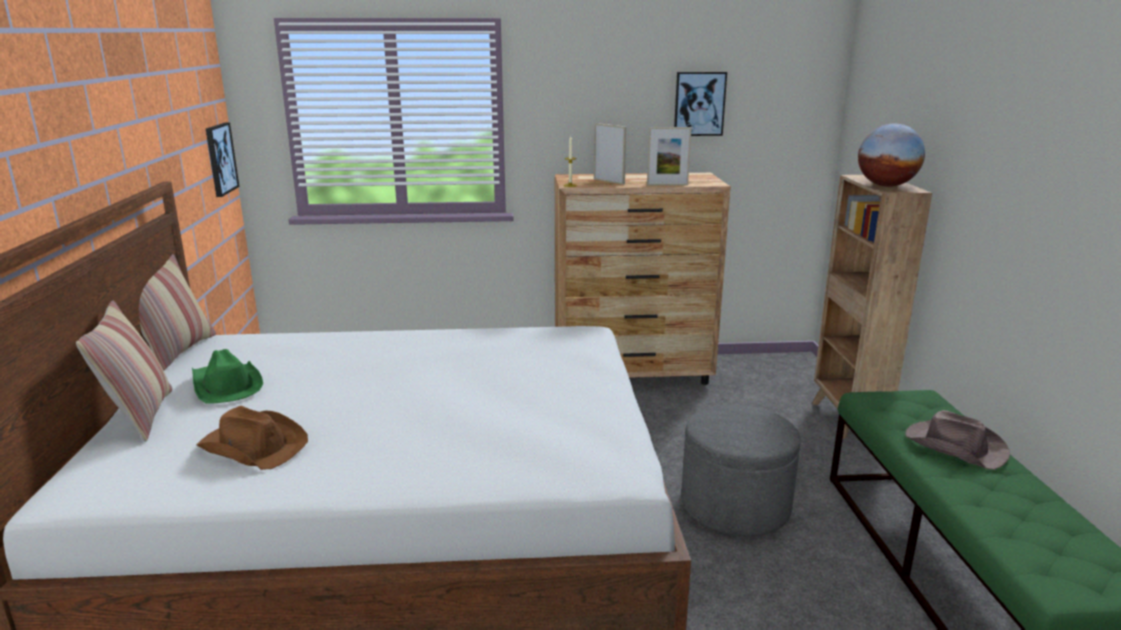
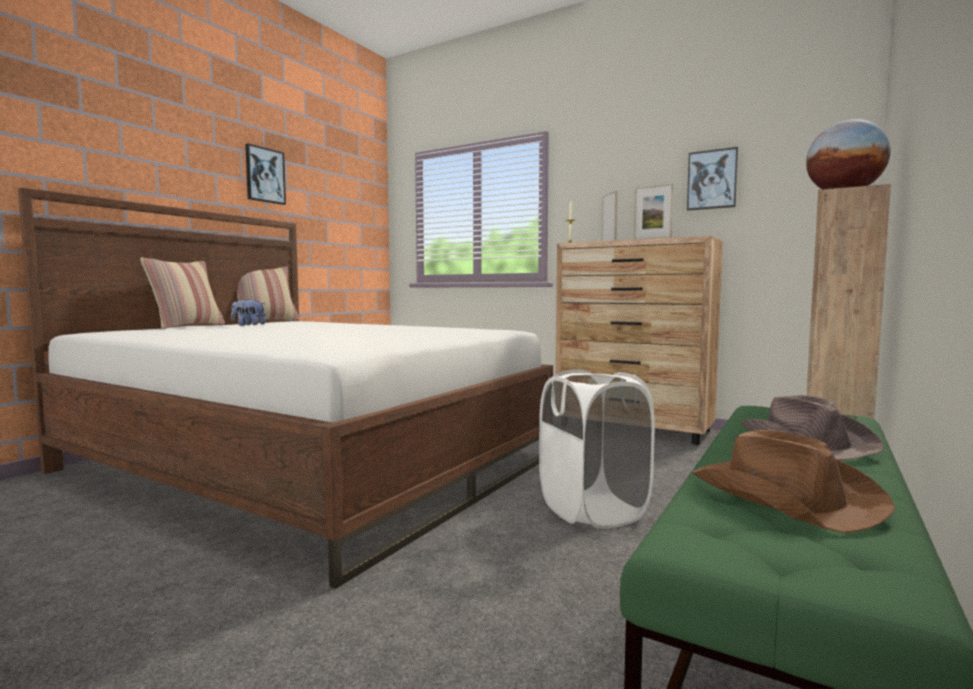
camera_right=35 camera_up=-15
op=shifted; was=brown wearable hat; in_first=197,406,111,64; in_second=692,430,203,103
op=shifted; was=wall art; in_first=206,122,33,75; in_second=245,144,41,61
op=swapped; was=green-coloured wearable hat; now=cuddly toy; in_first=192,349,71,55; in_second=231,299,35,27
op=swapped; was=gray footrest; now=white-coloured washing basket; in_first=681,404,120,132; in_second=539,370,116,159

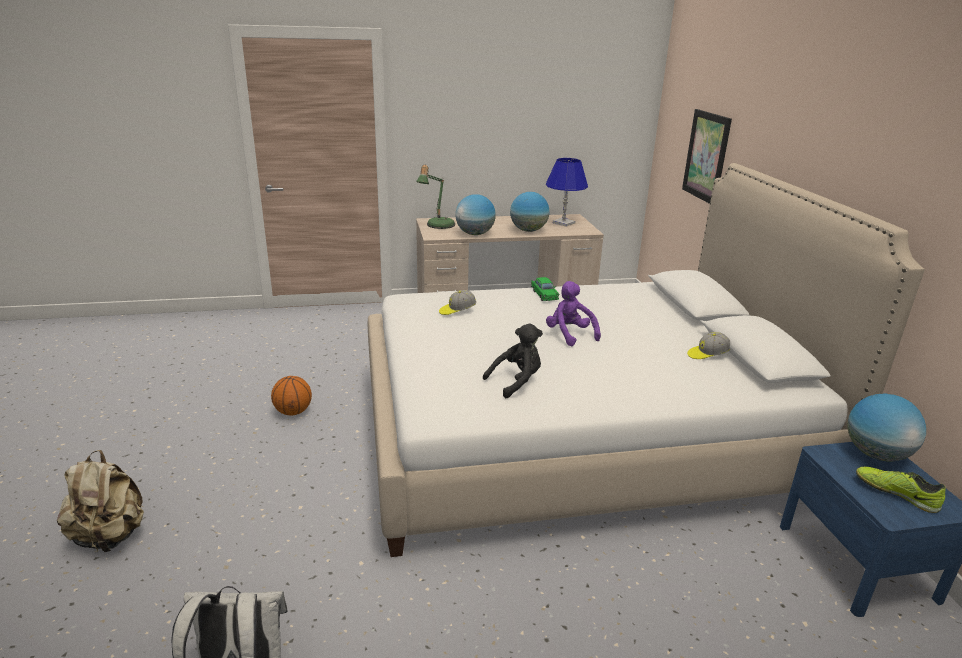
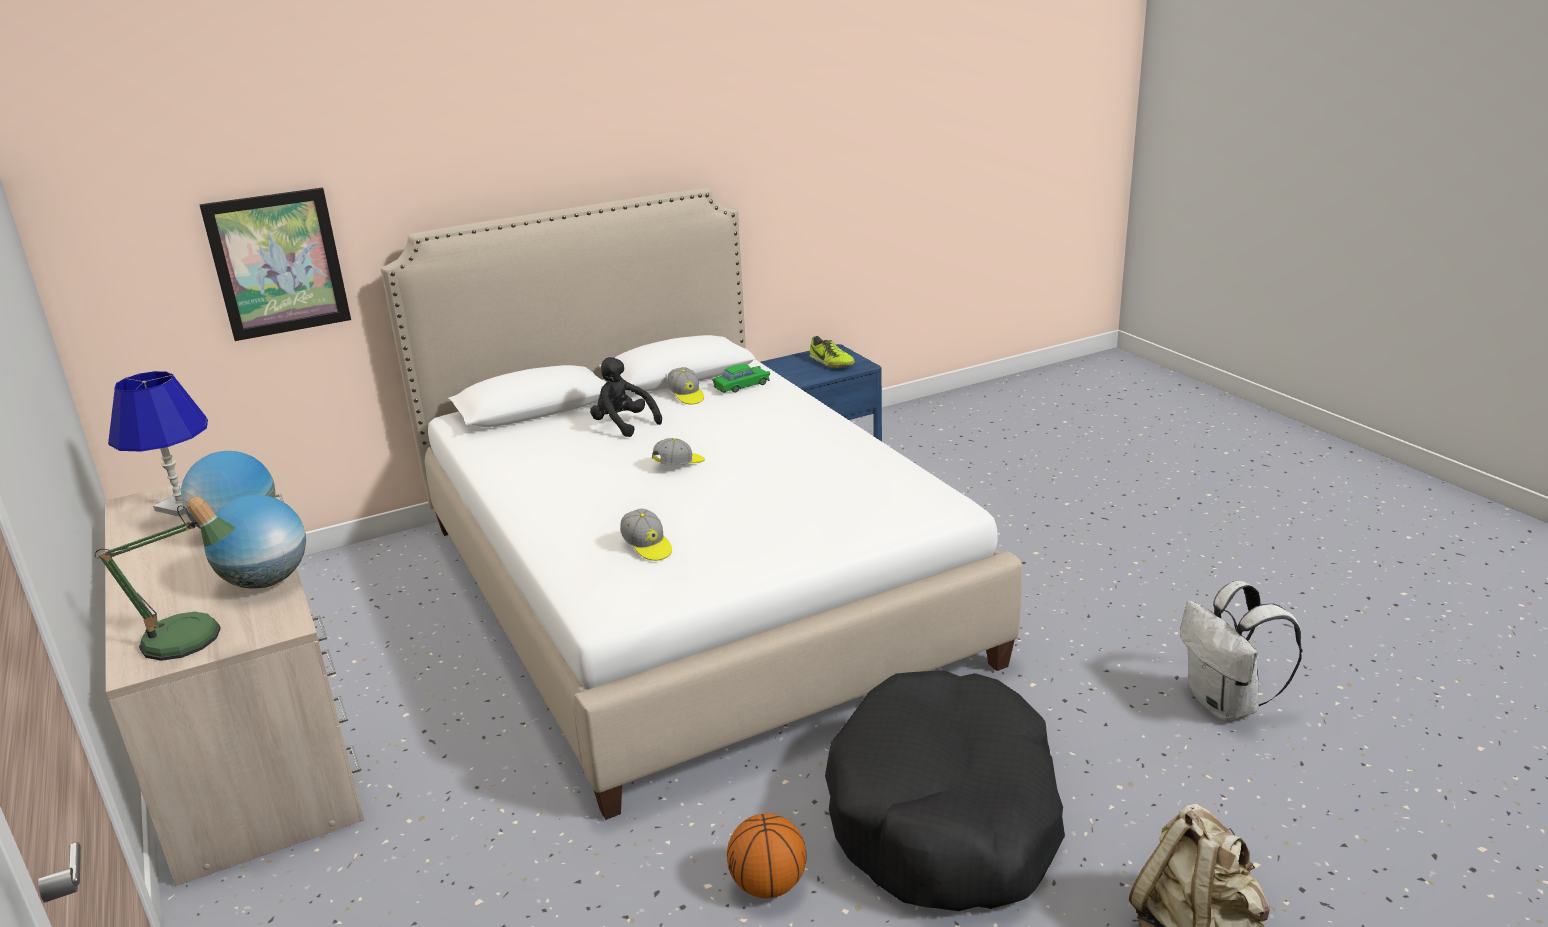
camera_right=-105 camera_up=0
op=gone; was=world globe; in_first=847,394,79,68
op=new; now=black pet bed; in_second=825,670,240,241
op=shifted; was=black cuddly toy; in_first=483,324,60,74; in_second=590,357,72,80
op=shifted; was=green-coloured model car; in_first=531,277,28,24; in_second=713,364,57,29
op=swapped; was=purple-coloured cuddly toy; now=cap; in_first=546,281,55,65; in_second=652,438,53,27
op=rotated; was=low shoe; in_first=856,467,90,46; in_second=809,336,46,31; clockwise=-60

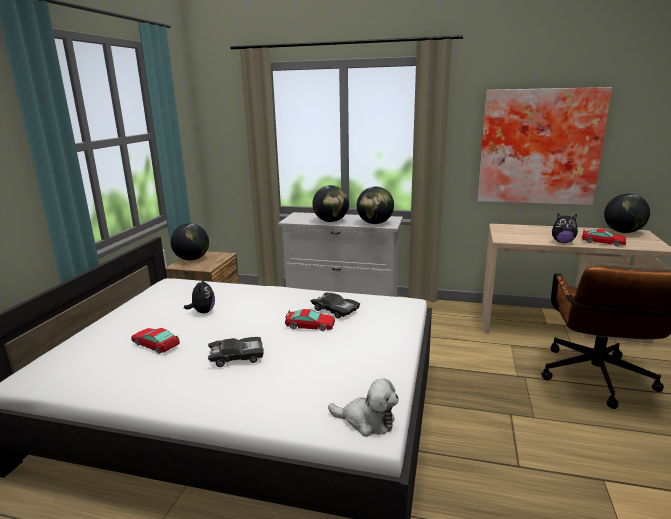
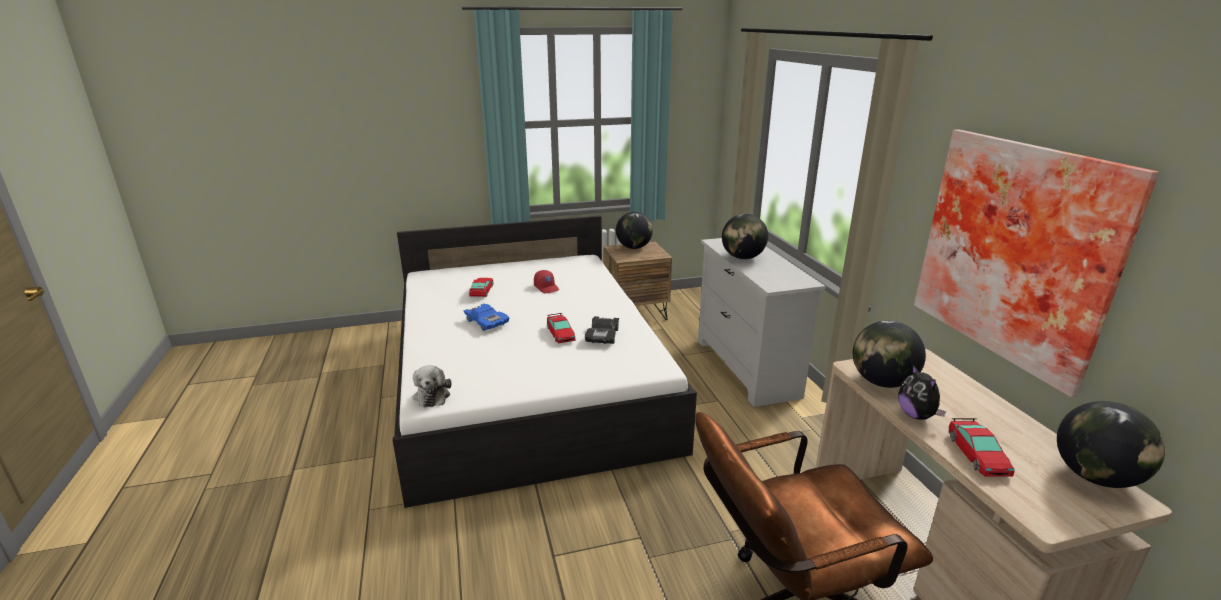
camera_right=60 camera_up=5
op=shifted; was=world globe; in_first=357,187,37,37; in_second=853,321,73,67
op=swapped; was=cuddly toy; now=red cap; in_first=184,277,31,37; in_second=534,270,25,23
op=repainted; was=black model car; now=blue model car; in_first=208,337,56,30; in_second=463,304,46,27

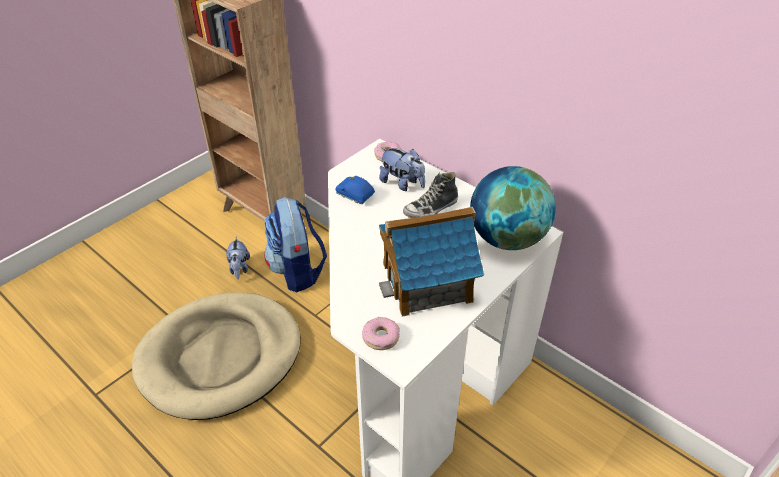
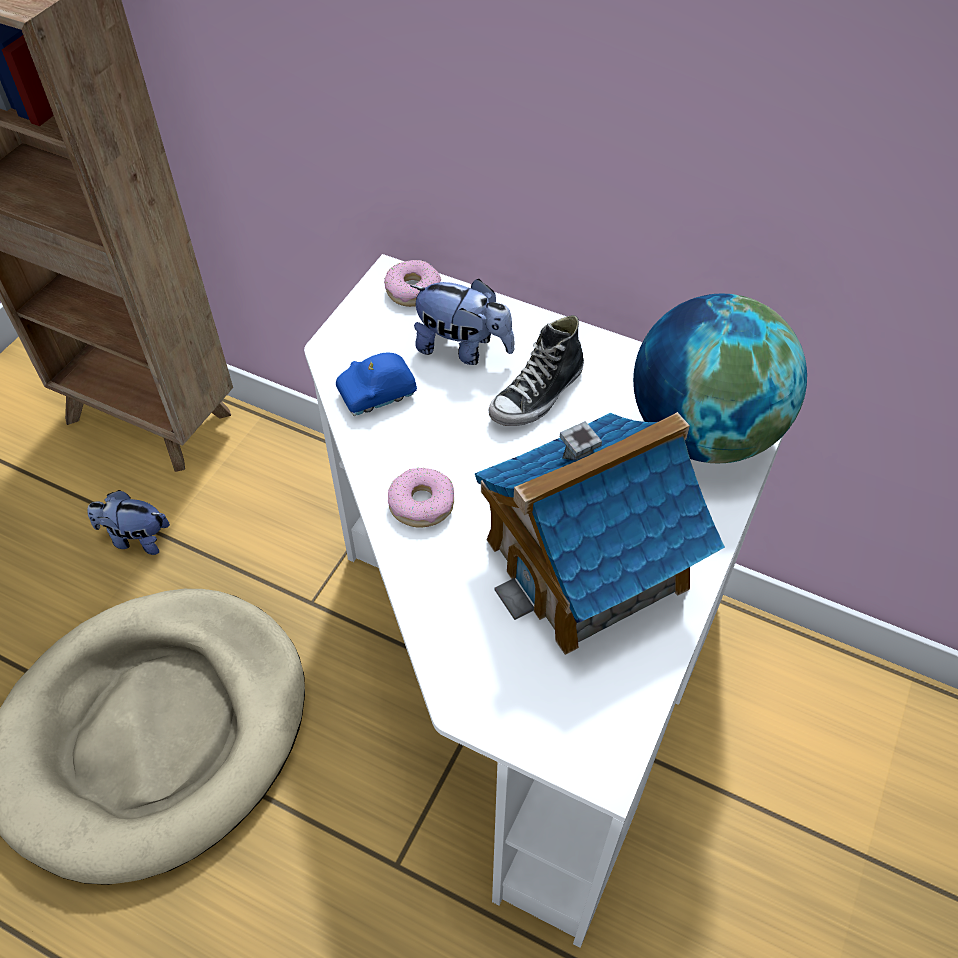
camera_right=-15 camera_up=10
op=gone; was=rucksack; in_first=264,196,63,96
op=shifted; was=donut; in_first=362,317,38,33; in_second=388,468,66,60
op=rotated; was=cuddly toy; in_first=226,236,24,43; in_second=87,490,83,65; clockwise=120
op=rotated; was=blue model car; in_first=336,176,39,28; in_second=336,352,81,64; clockwise=-45

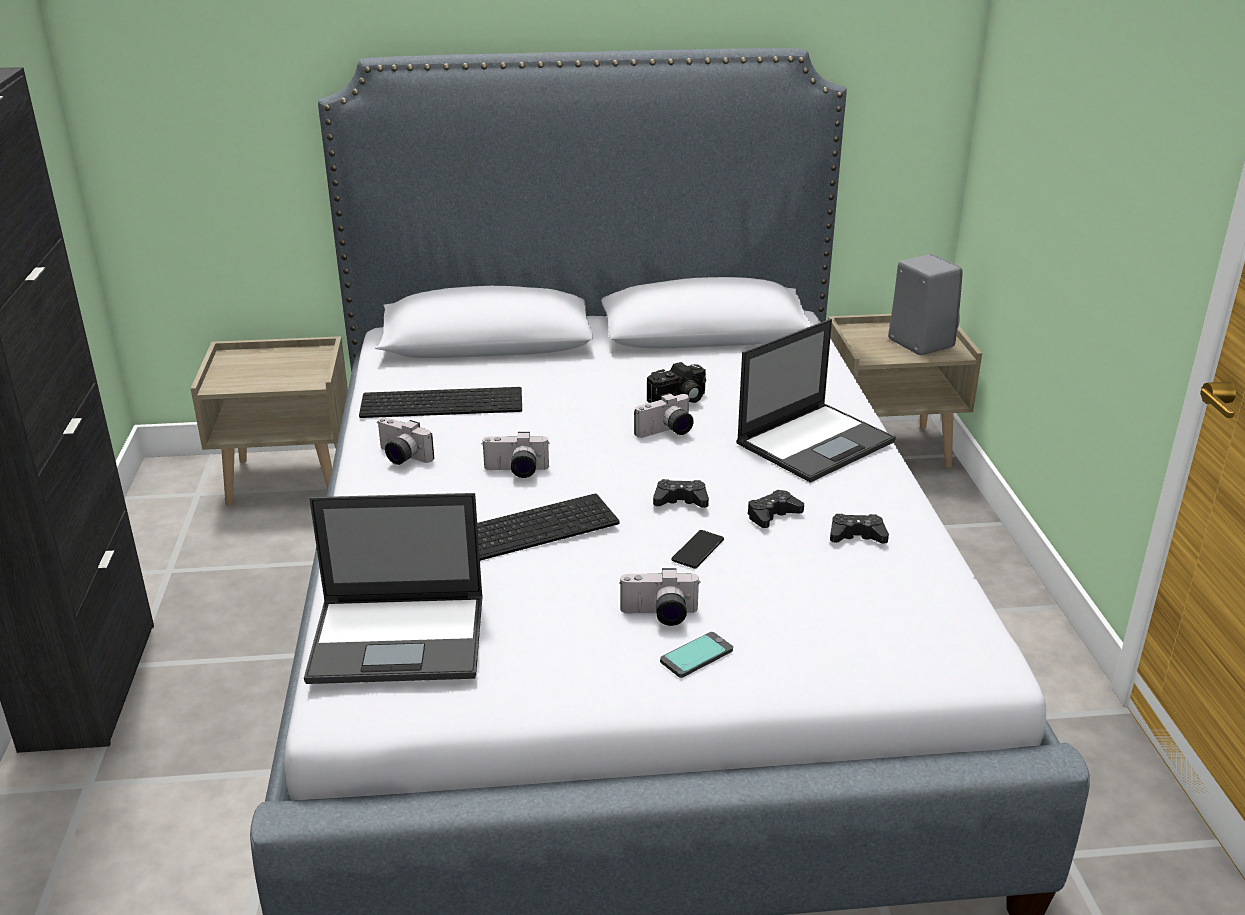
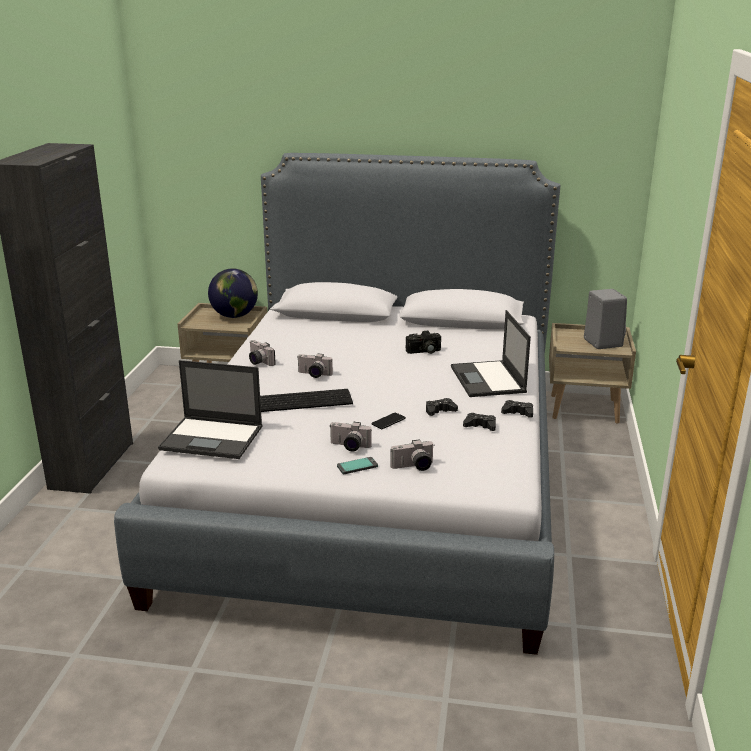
camera_right=15 camera_up=-5
op=gone; was=keyboard; in_first=359,387,163,31
op=new; now=world globe; in_second=208,268,50,50
op=shifted; was=still camera; in_first=634,393,60,45; in_second=390,439,44,32
op=shifted; was=black game controller; in_first=653,479,56,29; in_second=501,400,32,18
op=rotated; was=notebook computer; in_first=736,319,160,164; in_second=451,310,80,87; clockwise=105

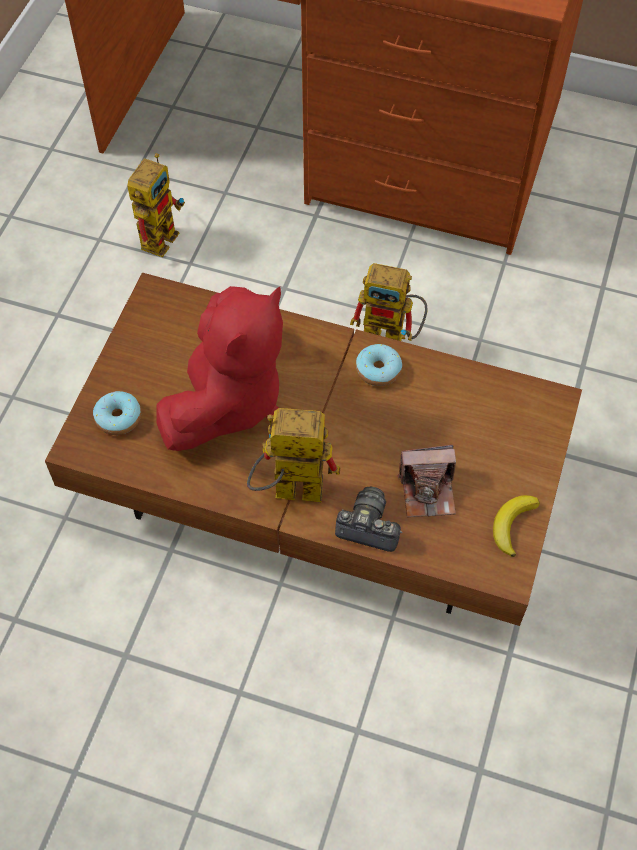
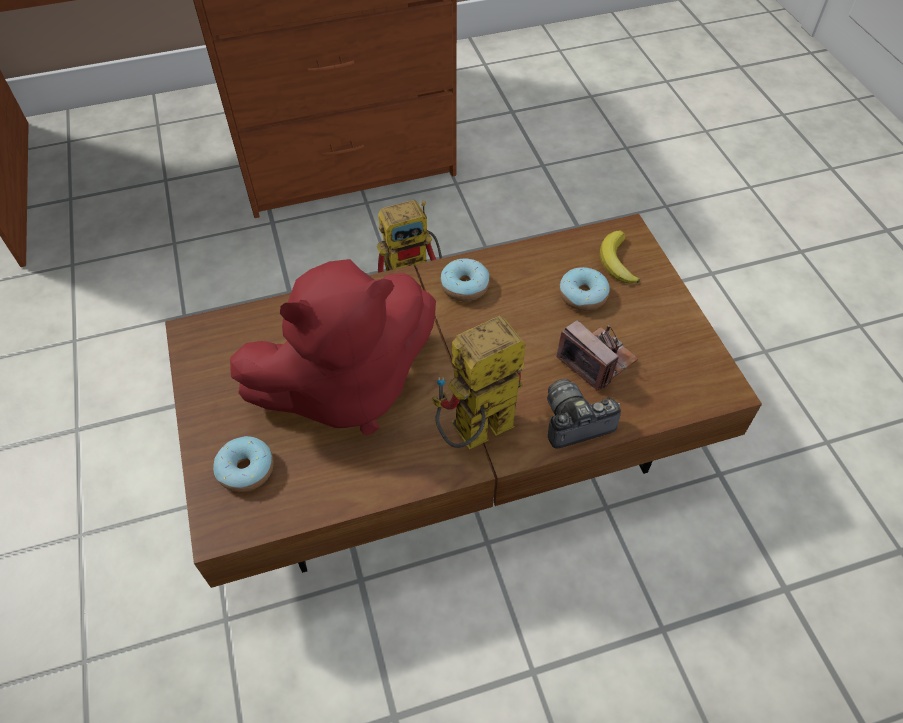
camera_right=-35 camera_up=-5
op=gone; was=toy robot; in_first=127,153,58,104
op=new; now=donut; in_second=559,267,51,44
op=shifted; was=banana; in_first=493,495,47,62; in_second=600,230,40,54
op=rotated; was=red cuddly toy; in_first=157,286,126,165; in_second=230,259,206,176; clockwise=75
op=rotated; was=still camera; in_first=397,445,59,72; in_second=556,320,82,71; clockwise=-90

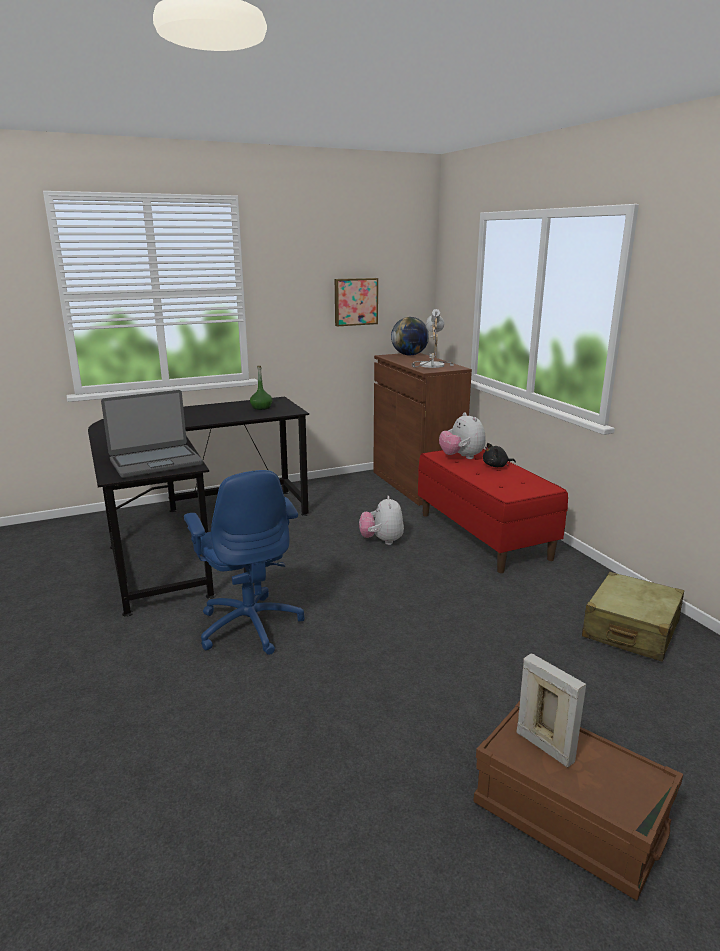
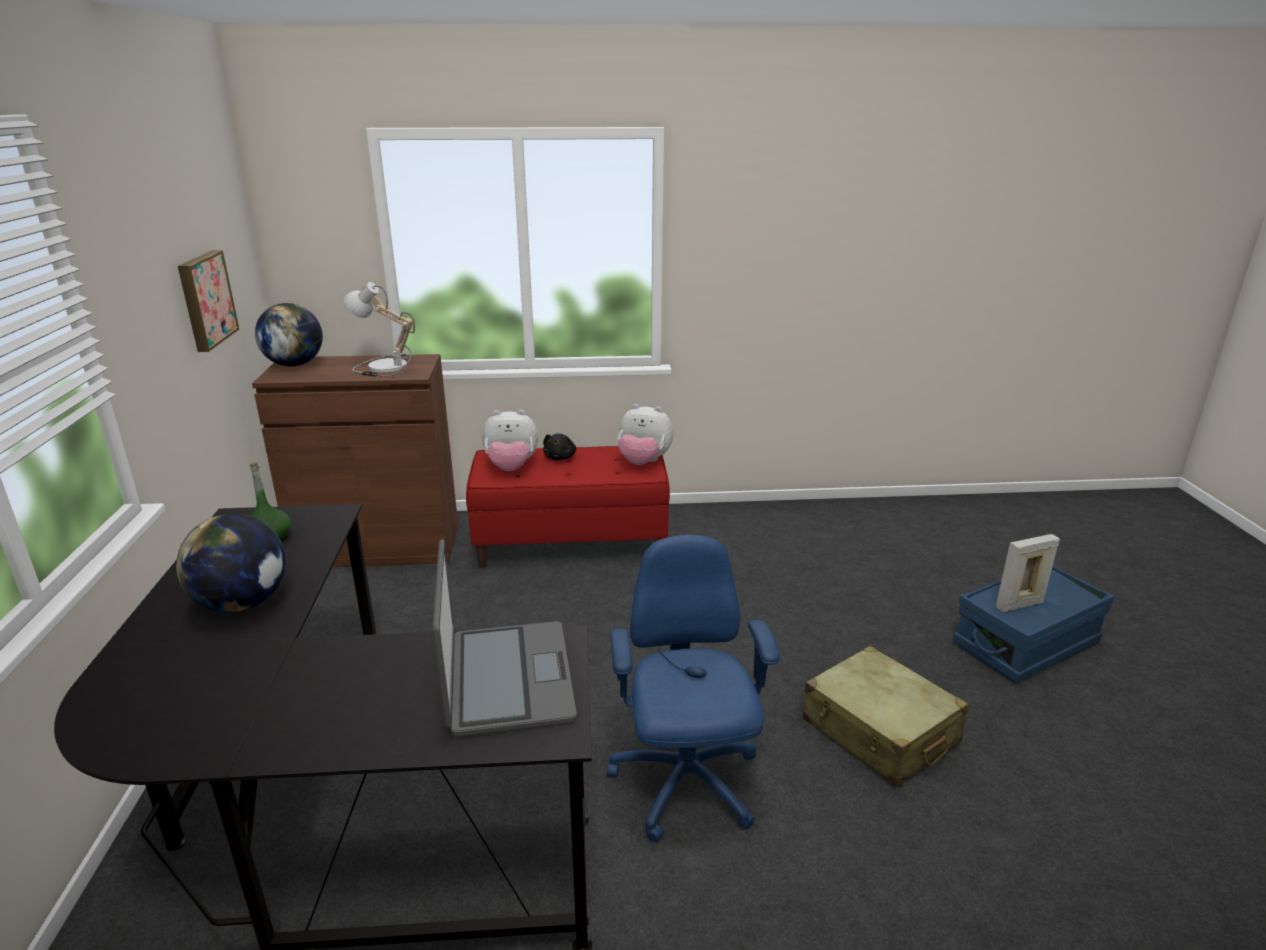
camera_right=-70 camera_up=5
op=new; now=world globe; in_second=176,514,110,98
op=shifted; was=cuddly toy; in_first=359,496,45,49; in_second=618,404,56,61
op=shifted; was=beige piece of luggage; in_first=582,572,102,89; in_second=803,646,165,141
op=repainted; was=brown storage bin; now=blue storage bin; in_first=473,701,210,199; in_second=953,565,162,118
op=rotated; was=blue office chair; in_first=184,470,120,185; in_second=607,535,173,307; clockwise=-90

